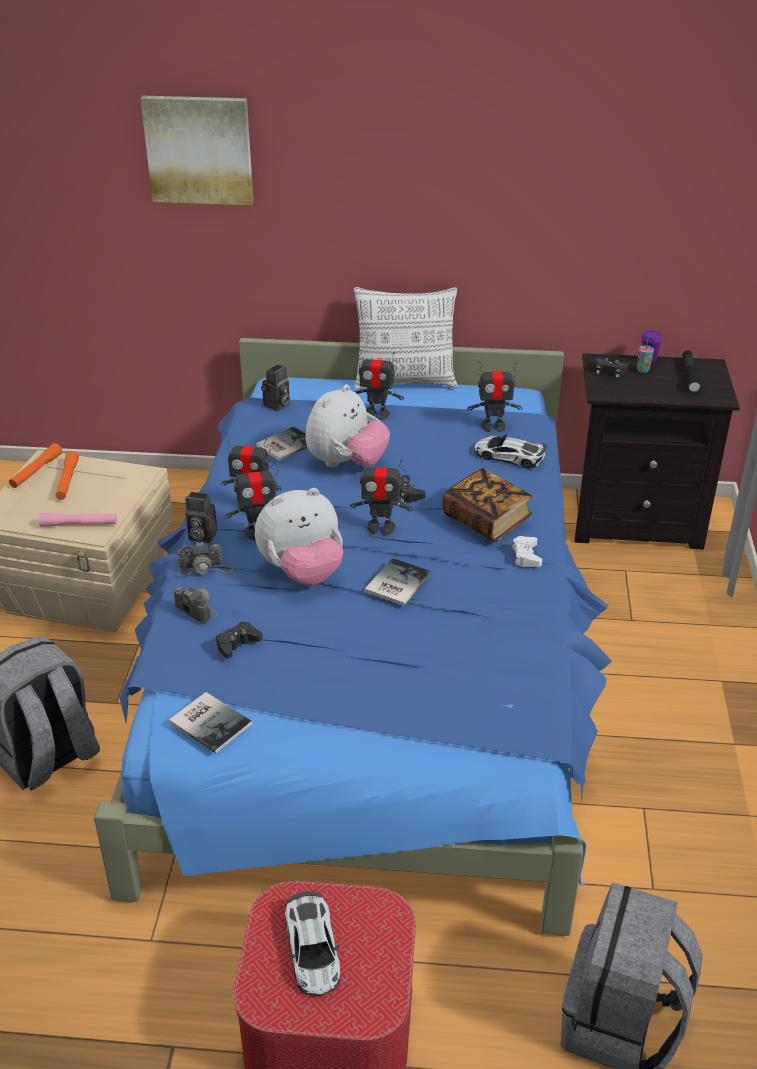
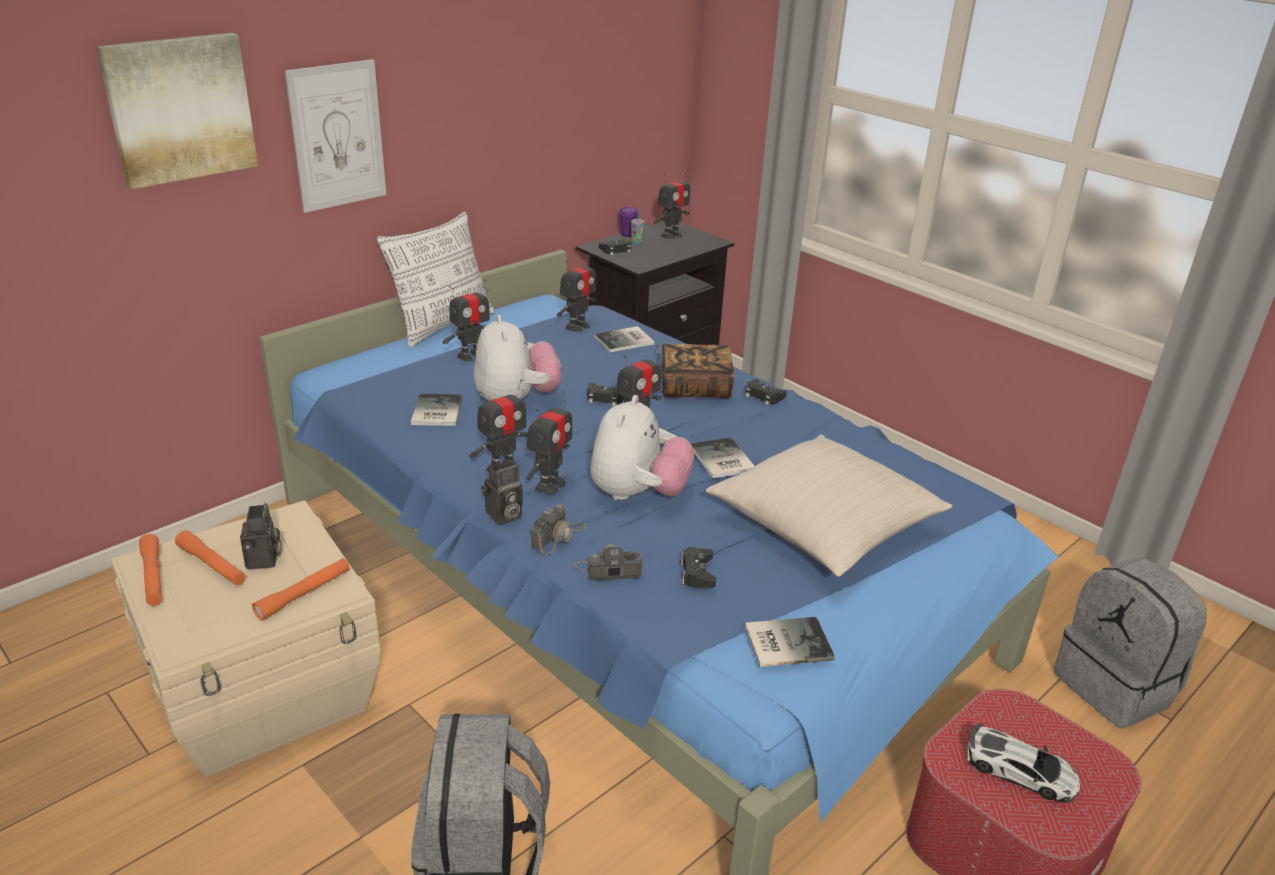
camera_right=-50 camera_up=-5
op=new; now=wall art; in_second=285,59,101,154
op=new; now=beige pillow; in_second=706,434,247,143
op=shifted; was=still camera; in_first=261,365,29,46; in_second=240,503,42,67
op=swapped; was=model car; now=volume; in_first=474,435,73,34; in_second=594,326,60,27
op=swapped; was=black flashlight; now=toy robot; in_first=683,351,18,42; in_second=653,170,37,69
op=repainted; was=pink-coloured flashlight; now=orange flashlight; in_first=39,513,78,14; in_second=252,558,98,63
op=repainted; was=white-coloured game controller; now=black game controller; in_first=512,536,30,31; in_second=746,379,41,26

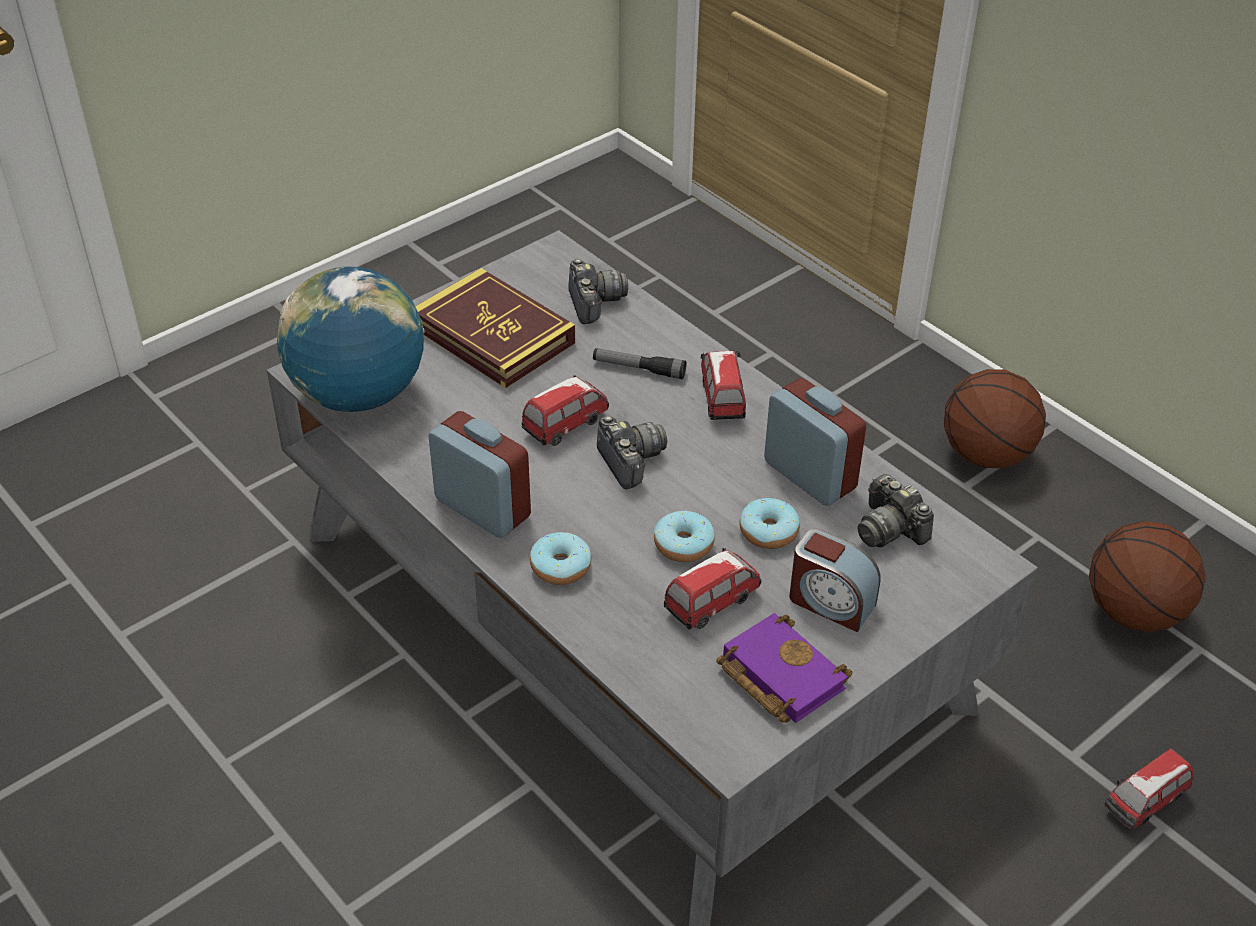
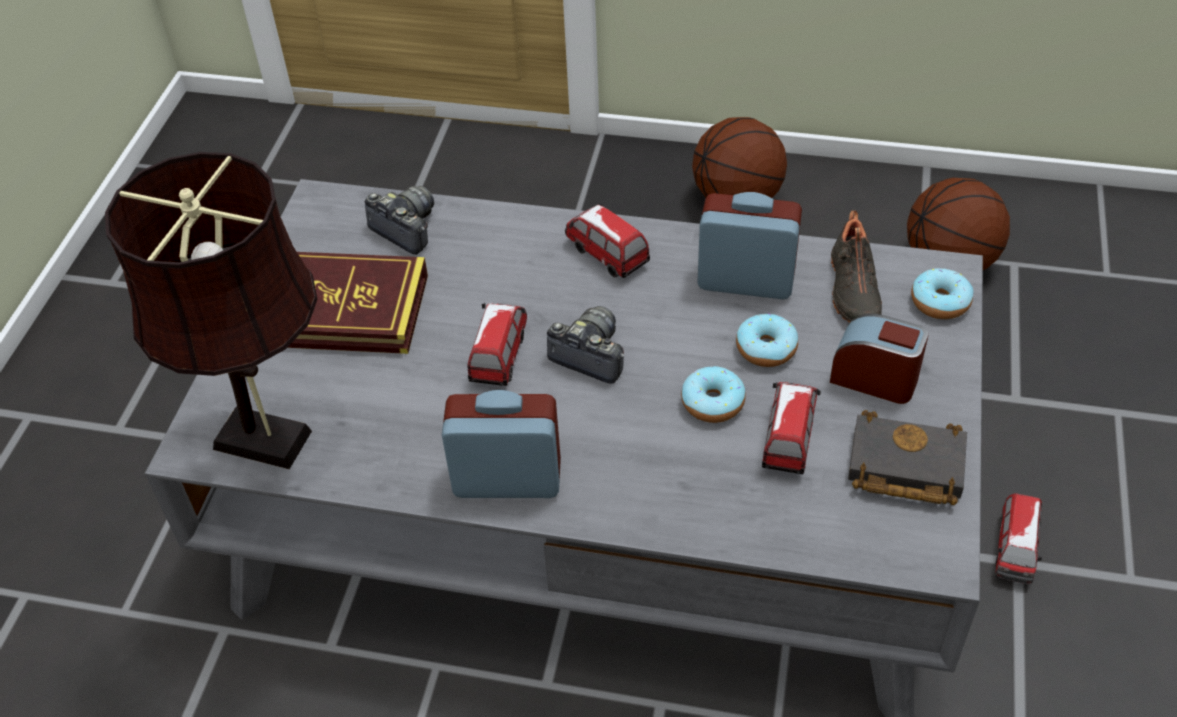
camera_right=-35 camera_up=5
op=gone; was=flashlight; in_first=593,348,93,31
op=shifted; was=donut; in_first=530,532,61,53; in_second=911,268,62,51
op=shifted; was=model car; in_first=1105,748,89,81; in_second=995,493,47,91
op=swapped; was=world globe; now=brown tabletop lamp; in_first=277,266,148,146; in_second=105,152,213,317
op=swapped; was=still camera; now=black low shoe; in_first=858,474,76,73; in_second=831,211,51,111
op=repainted; was=purple-coloured volume; now=black volume; in_first=716,613,136,110; in_second=848,410,119,95
op=rotated; was=table clock; in_first=789,529,91,103; in_second=830,314,98,90; clockwise=-150

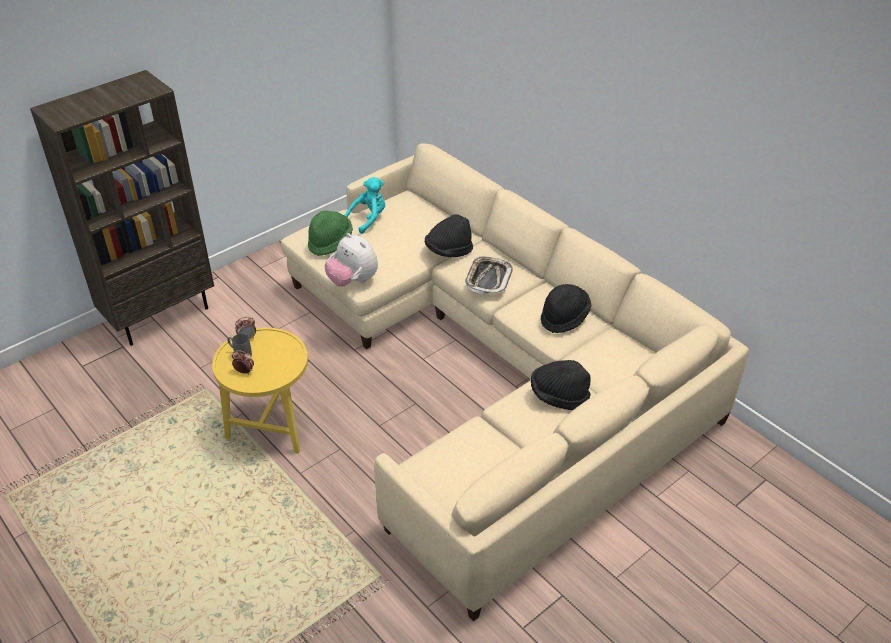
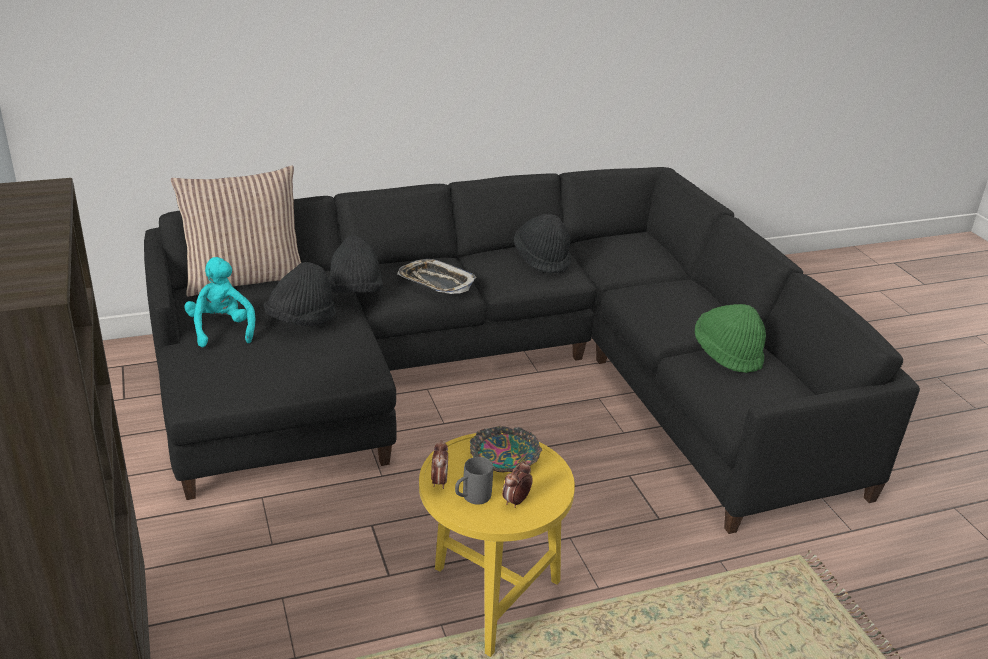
camera_right=-70 camera_up=-10
op=gone; was=cuddly toy; in_first=325,233,53,54
op=new; now=pillow; in_second=171,166,130,131
op=new; now=serving bowl; in_second=470,425,72,48
op=shifted; was=green-coloured wearable hat; in_first=308,210,45,46; in_second=695,304,71,69
op=shifted; was=black wearable hat; in_first=531,360,60,50; in_second=263,262,73,64
op=repainted; was=beige settee; now=black settee; in_first=281,143,468,478; in_second=144,167,776,367

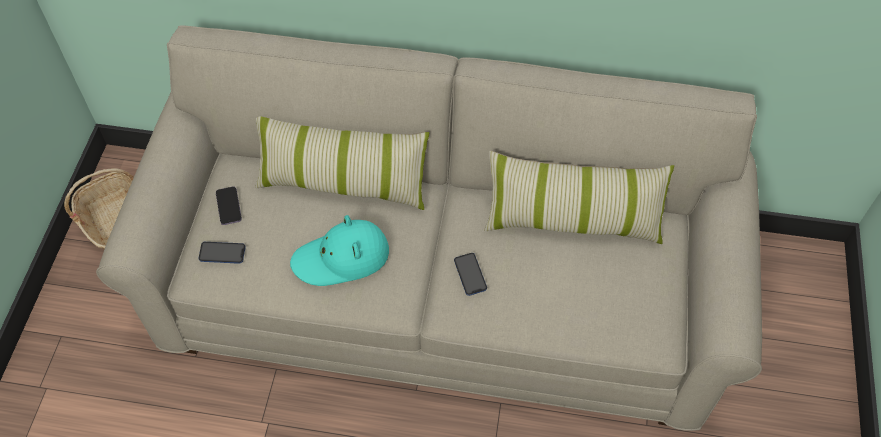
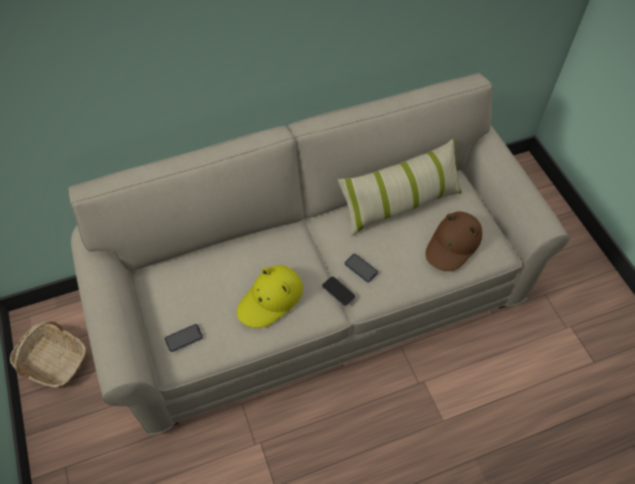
camera_right=-30 camera_up=0
op=gone; was=pillow; in_first=255,117,175,93
op=new; now=brown wearable hat; in_second=426,211,56,60
op=shifted; was=handset; in_first=216,187,26,38; in_second=322,276,33,30
op=repainted; was=blue-green wearable hat; now=yellowish wearable hat; in_first=290,215,99,71; in_second=237,265,66,63

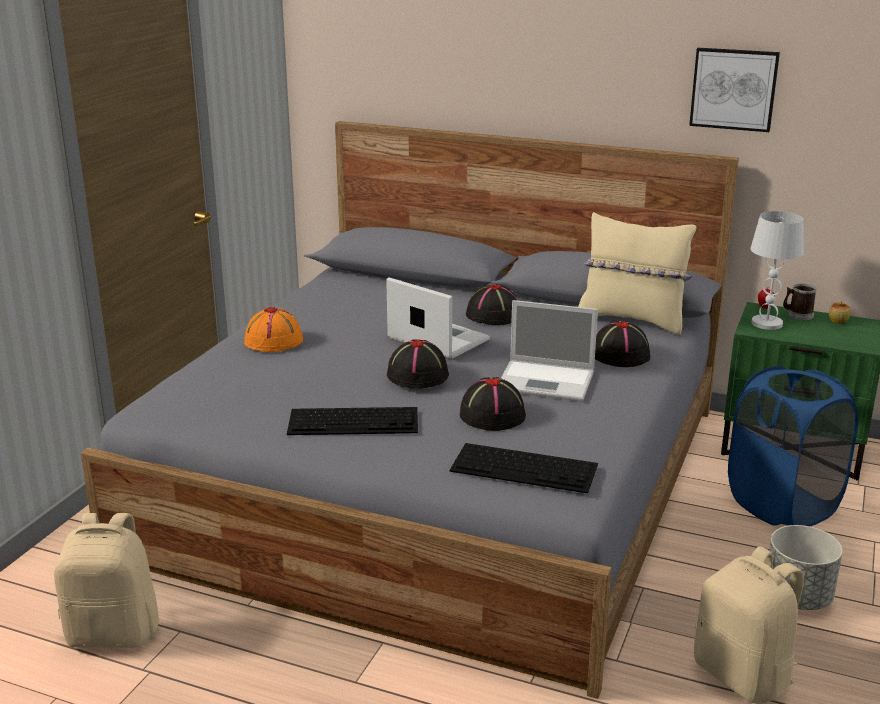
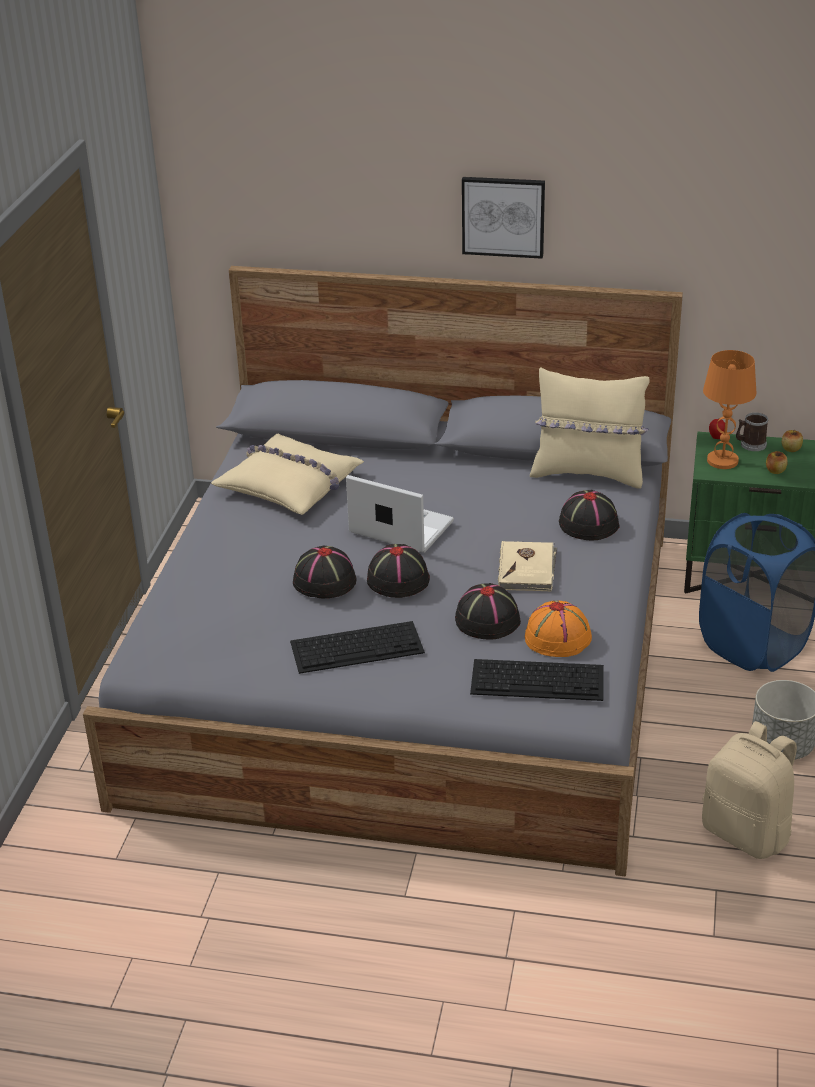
camera_right=-10 camera_up=10
op=gone; was=beige rucksack; in_first=54,513,105,135
op=new; now=beige pillow; in_second=211,434,153,81
op=new; now=whole apple; in_second=766,451,22,23
op=shifted; was=orange wearable hat; in_first=244,307,59,45; in_second=525,600,67,57
op=shifted; was=black wearable hat; in_first=466,284,51,41; in_second=293,545,63,53
op=shifted; was=wall art; in_first=689,48,91,84; in_second=462,177,83,82
op=swapped; was=notebook computer; now=beige volume; in_first=501,300,97,102; in_second=498,541,59,50
op=repainted; was=white-coloured tabletop lamp; now=orange tabletop lamp; in_first=750,211,54,119; in_second=703,350,53,119

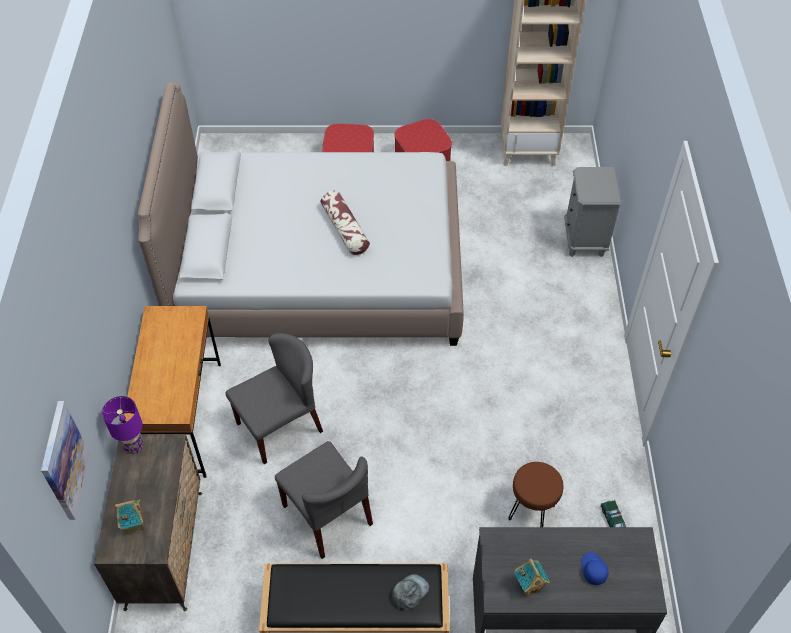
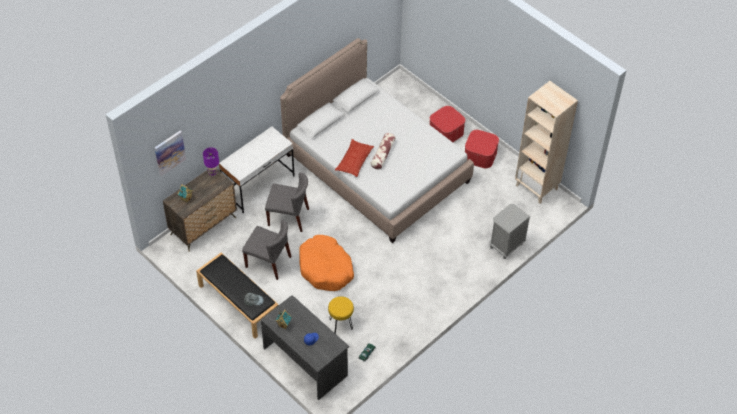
camera_right=45 camera_up=0
op=new; now=orange pet bed; in_second=299,235,55,56
op=new; now=pillow; in_second=335,139,39,38
op=repainted; was=brown desk; now=white-coloured desk; in_first=124,306,97,172; in_second=219,127,76,86
op=repainted; was=brown sitting stool; now=yellowish sitting stool; in_first=508,462,55,65; in_second=328,296,26,38
op=rotated; was=gray plain chair; in_first=275,441,98,118; in_second=242,220,49,60; clockwise=-75

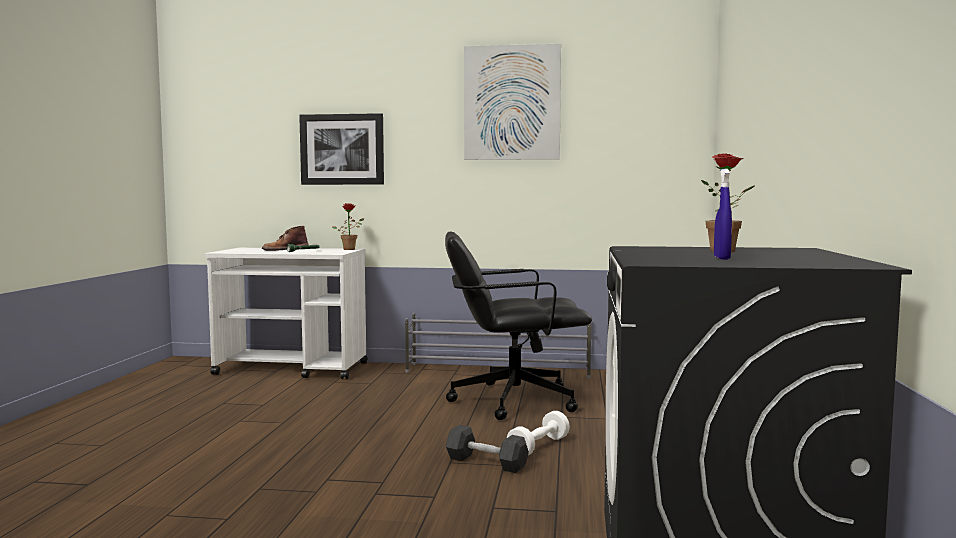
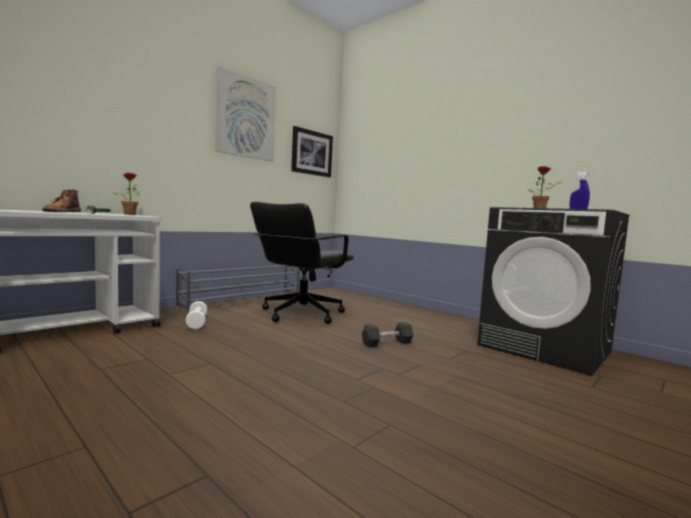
camera_right=-55 camera_up=0
op=shifted; was=wall art; in_first=299,113,85,72; in_second=291,126,42,51
op=shifted; was=white-coloured hand weight; in_first=507,411,63,44; in_second=185,301,22,28

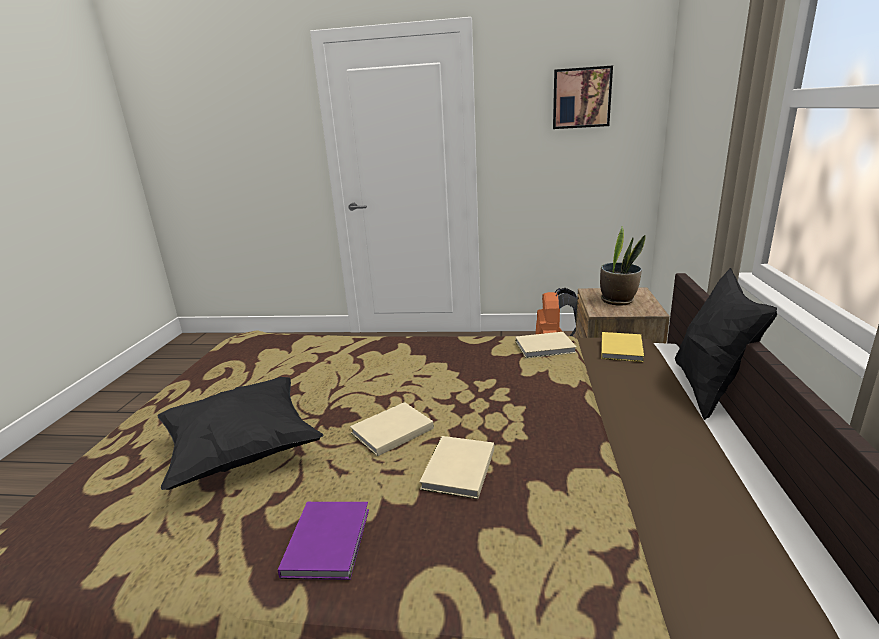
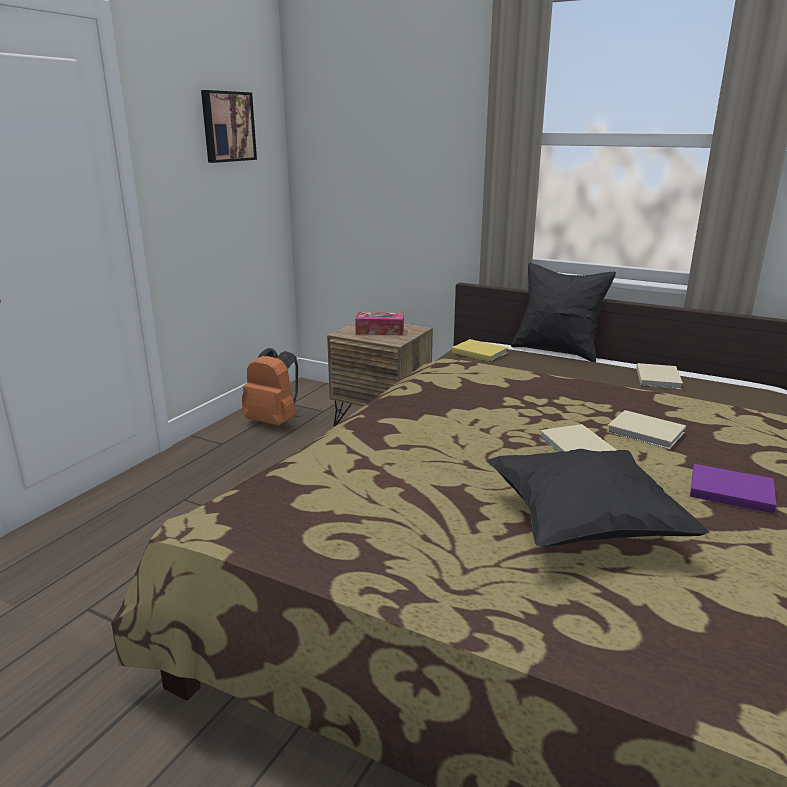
camera_right=-70 camera_up=0
op=shifted; was=beige volume; in_first=515,332,62,26; in_second=636,363,47,26
op=swapped; was=houseplant; now=box of tissues; in_first=600,226,46,80; in_second=355,312,49,23

